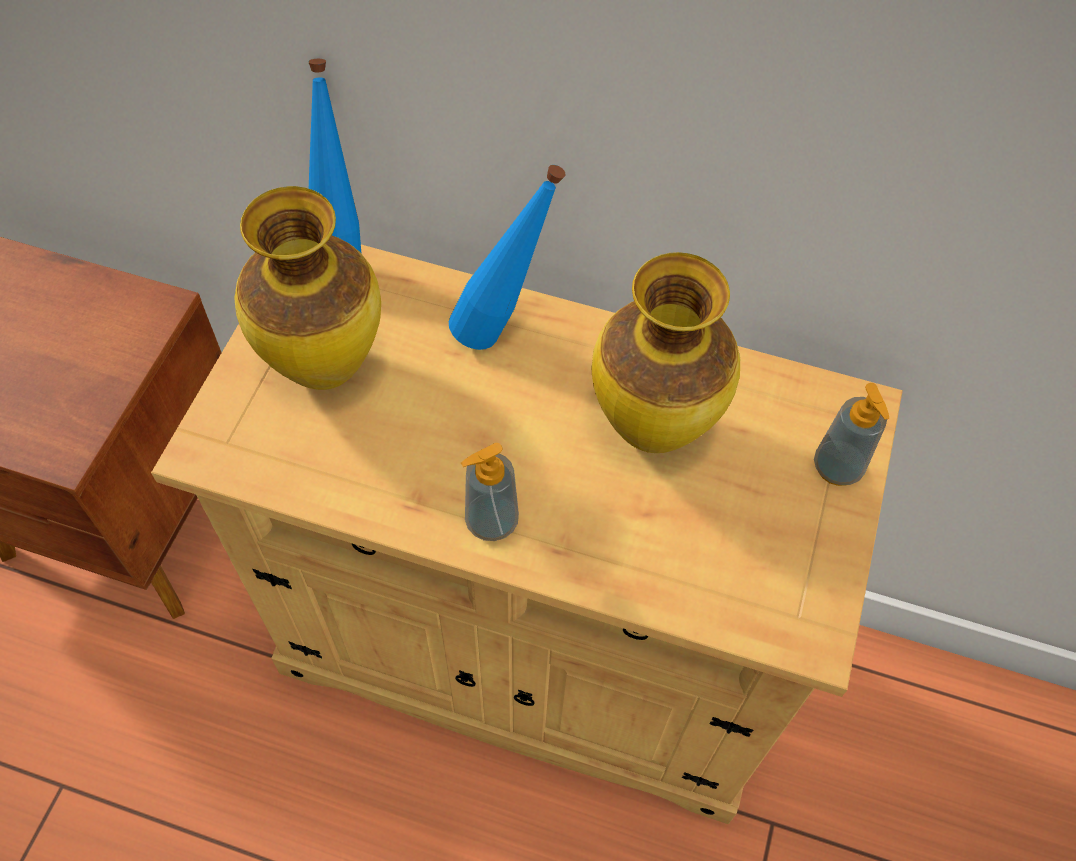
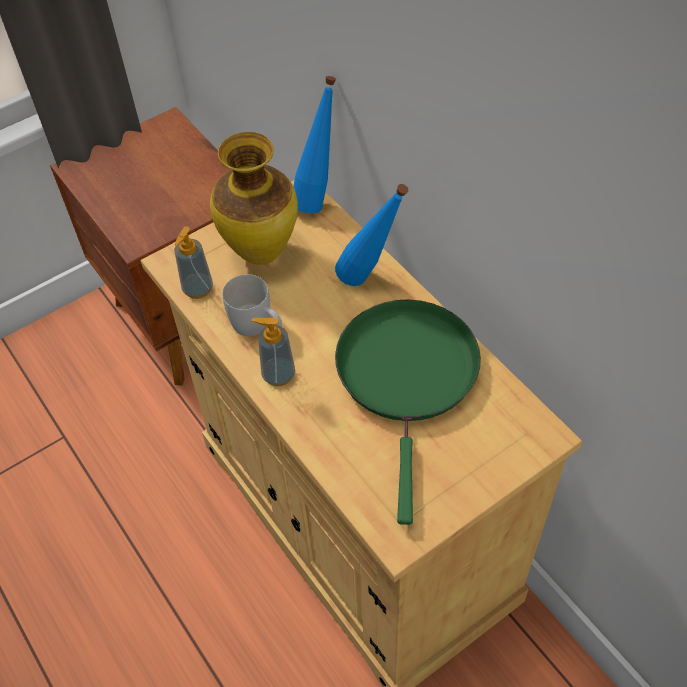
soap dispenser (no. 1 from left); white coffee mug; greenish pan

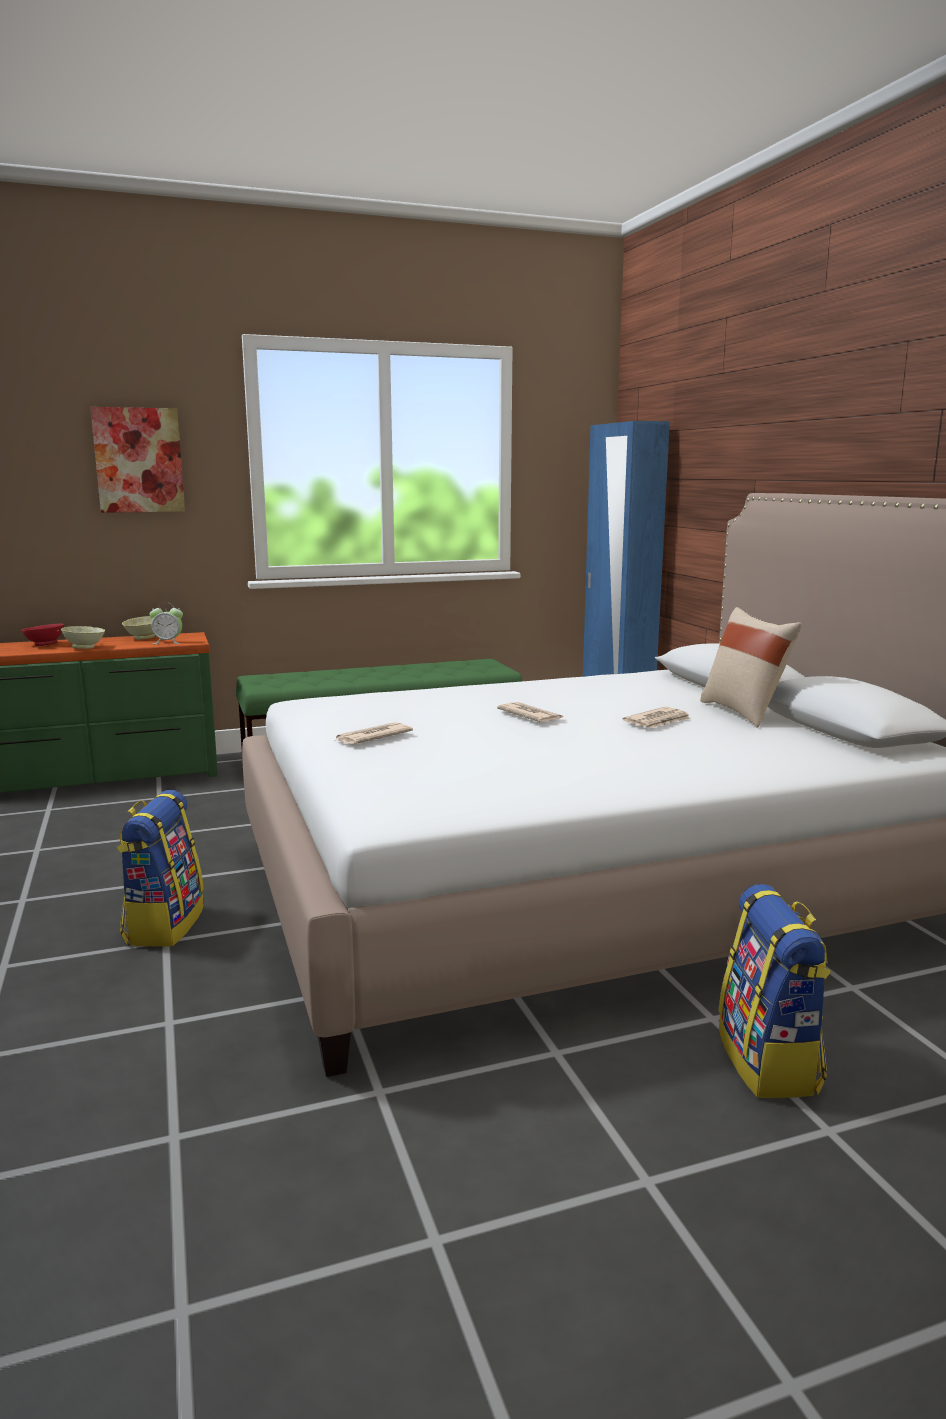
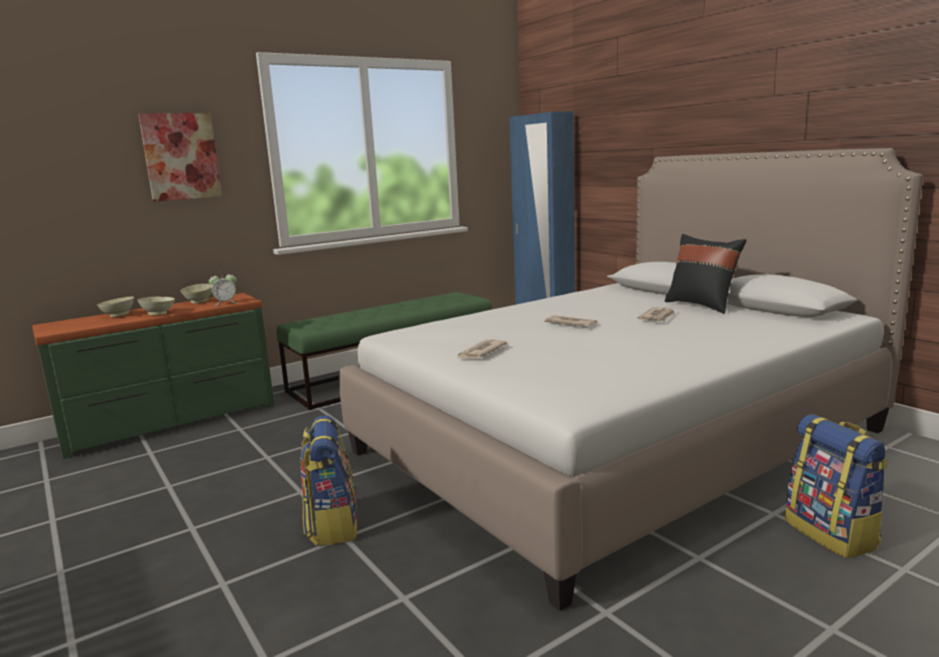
sand-coloured bowl (no. 1 from left); blackish cushion

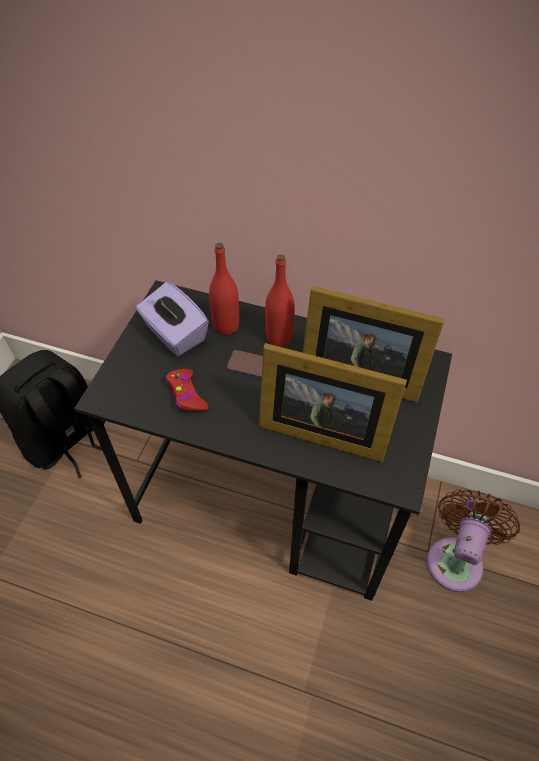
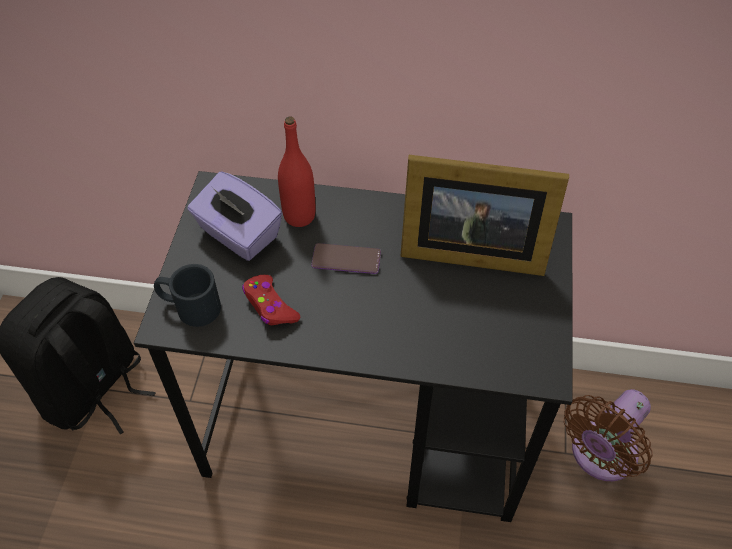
blackish coffee mug; brown-coloured electric fan; picture frame (no. 1 from left in the first image); reddish beverage bottle (no. 2 from left in the first image)

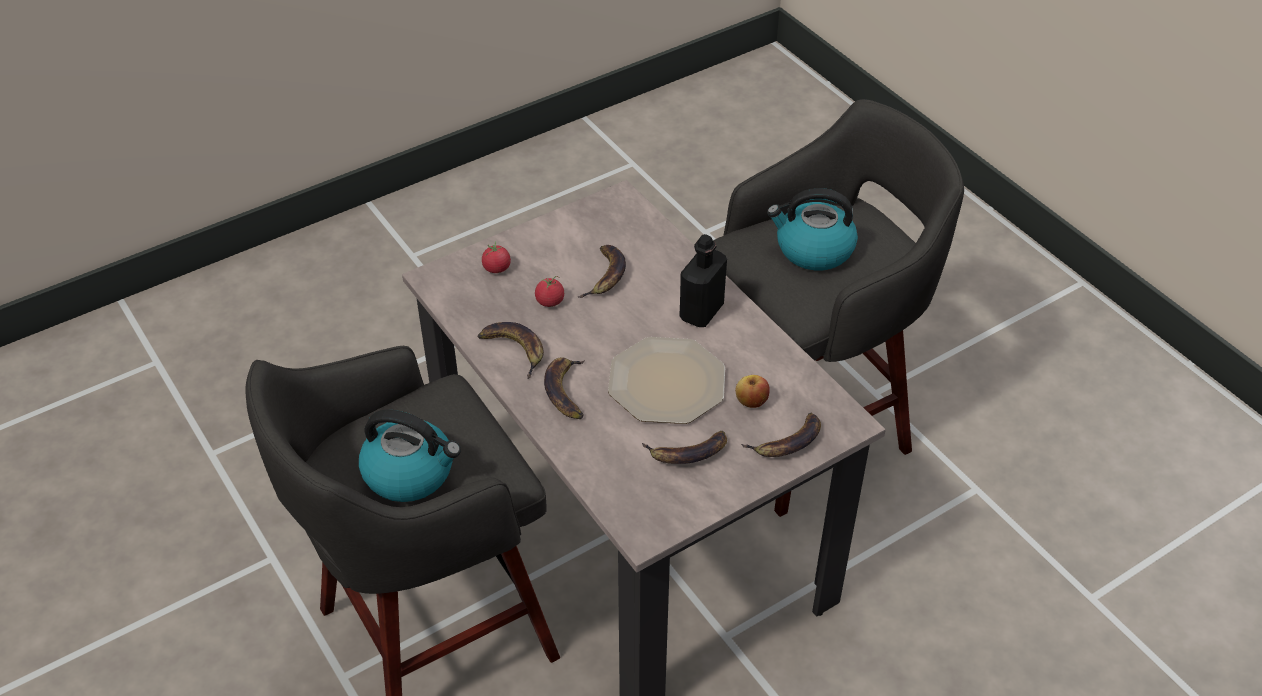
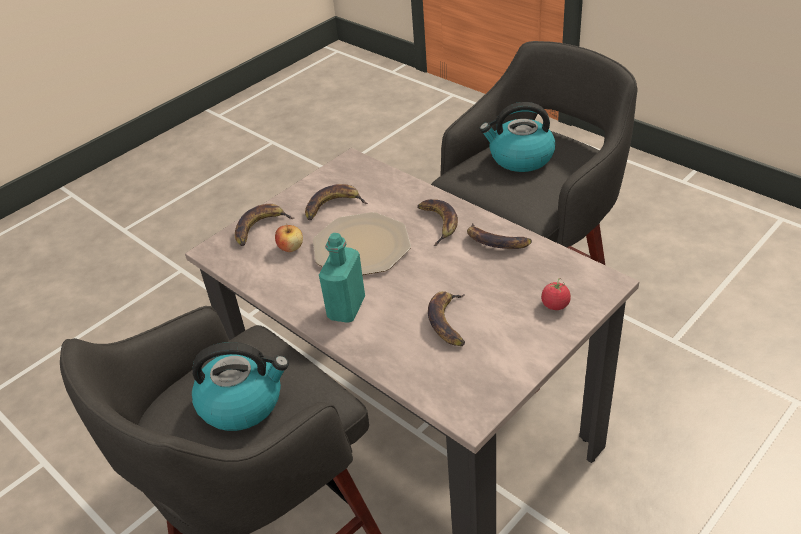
turquoise beverage bottle; whole tomato (no. 2 from left in the first image)

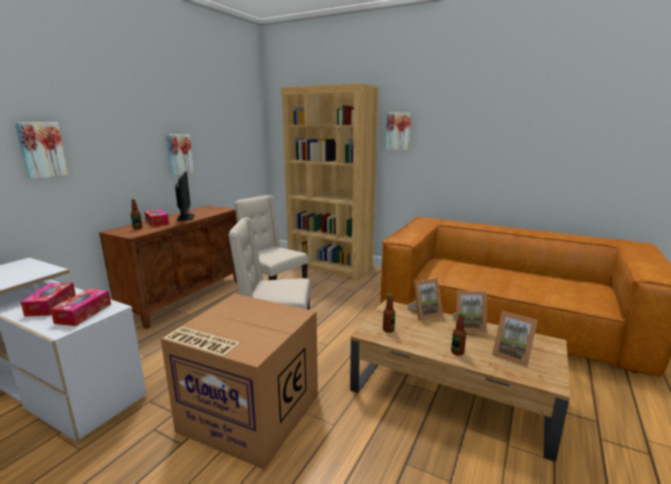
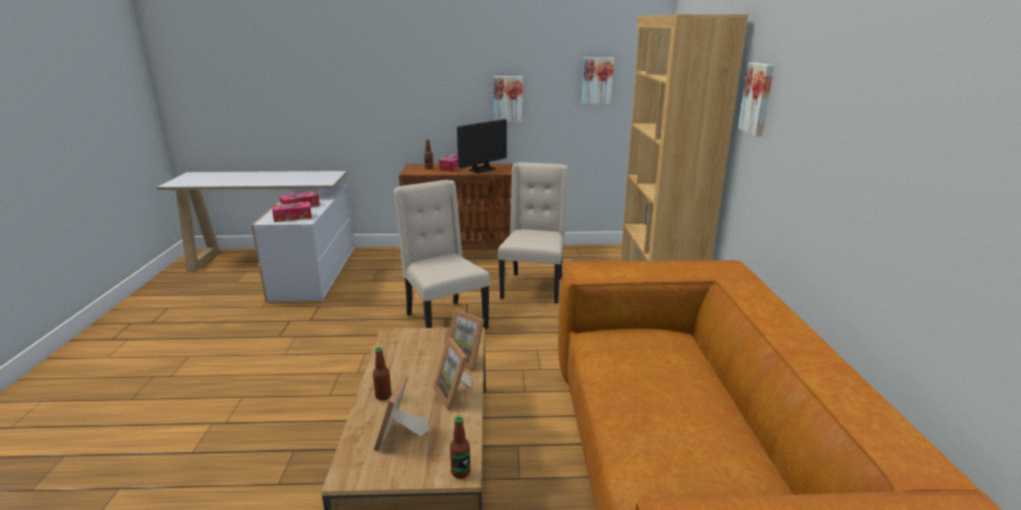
beverage bottle (no. 3 from left); picture (no. 2 from left); carton

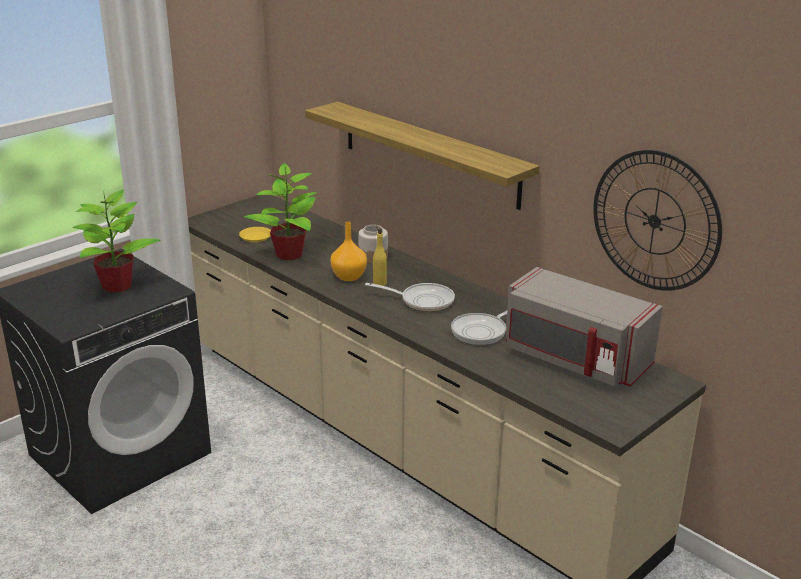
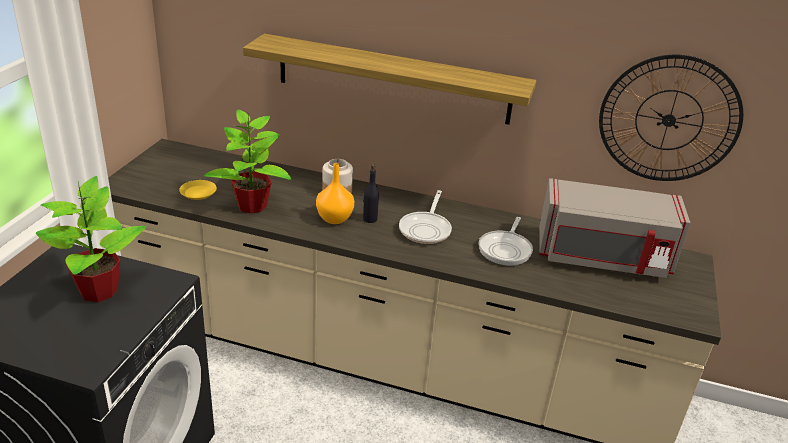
blackish beverage bottle; pan (no. 1 from left)

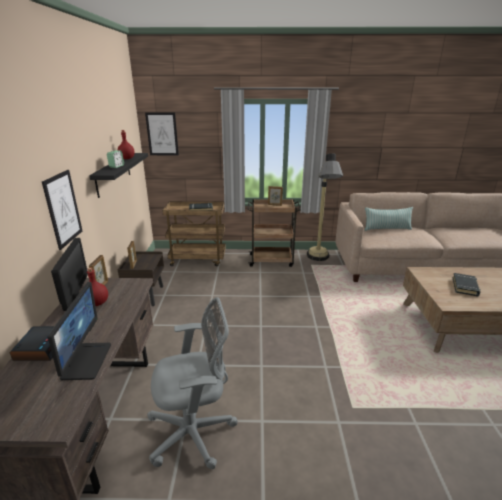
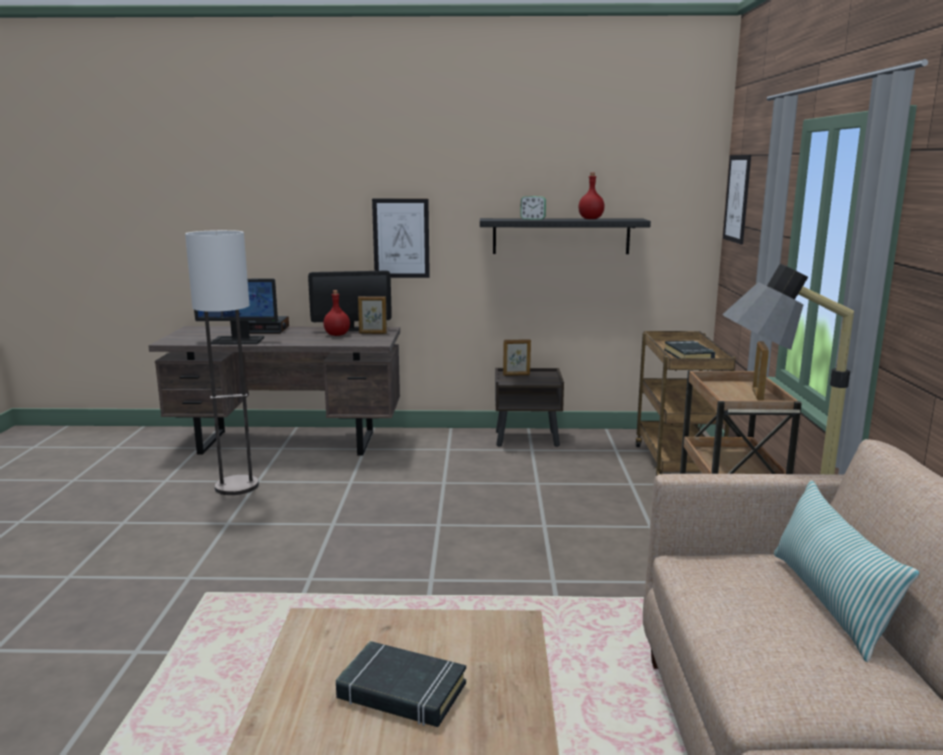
standard lamp (no. 1 from left)

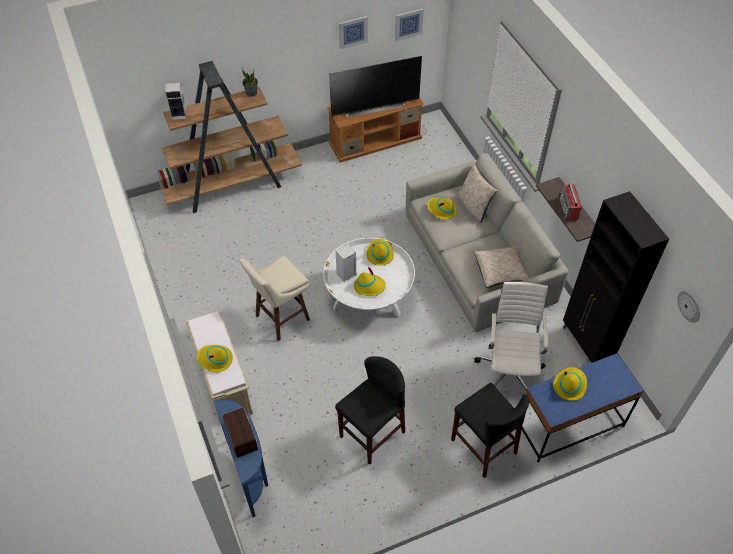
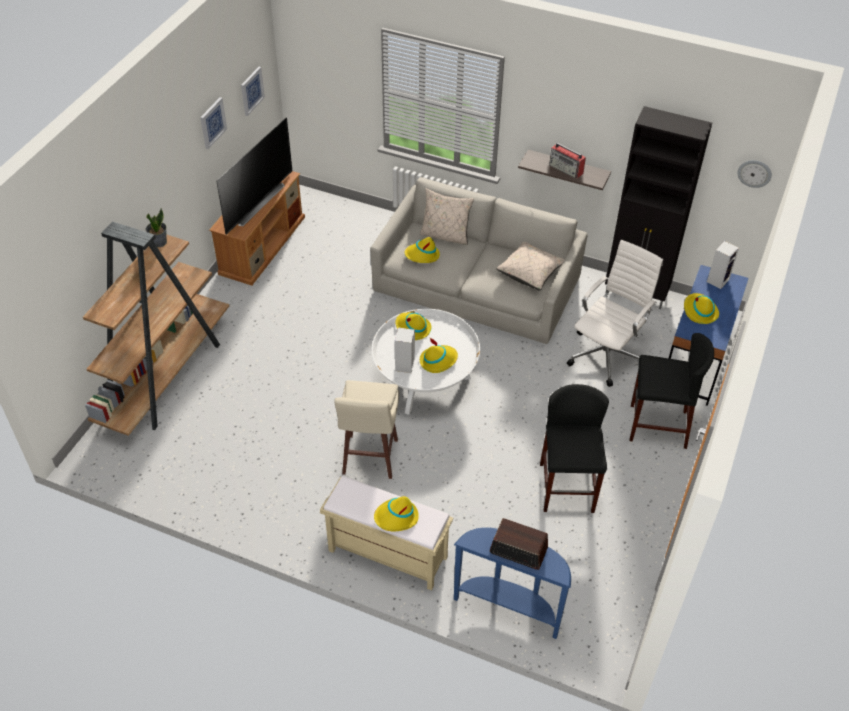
white desk chair; speaker (no. 2 from left)

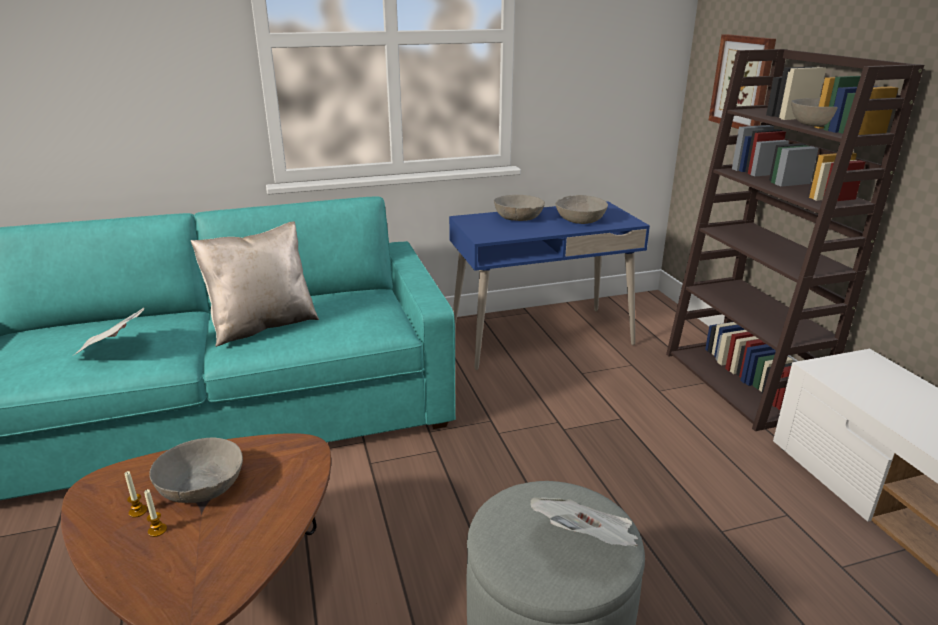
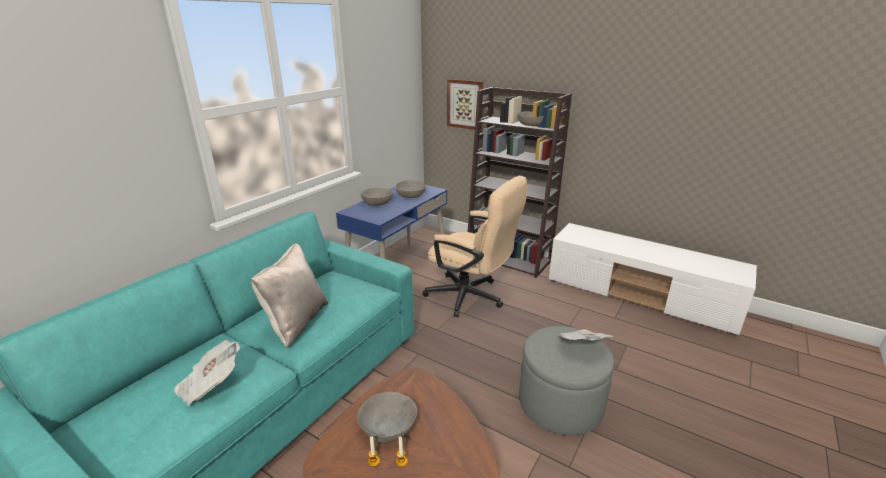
sand-coloured desk chair

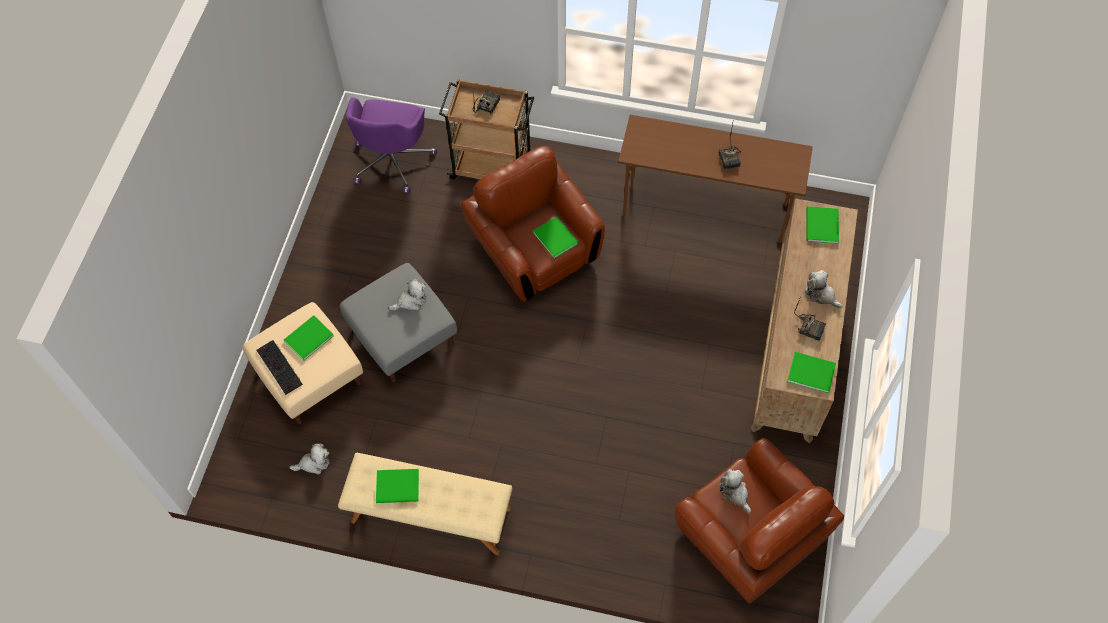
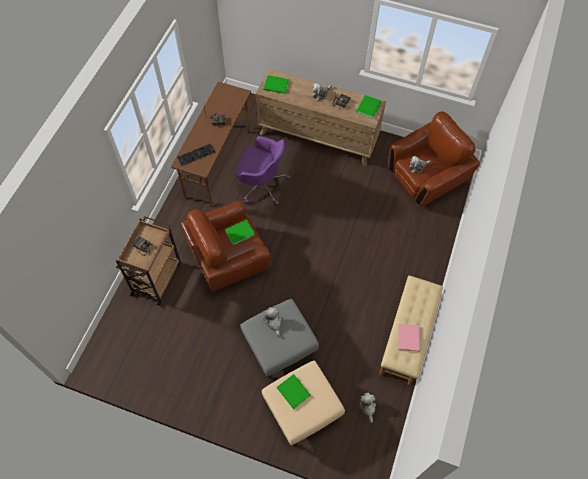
PC keyboard; purplish desk chair; pinkish bound book

